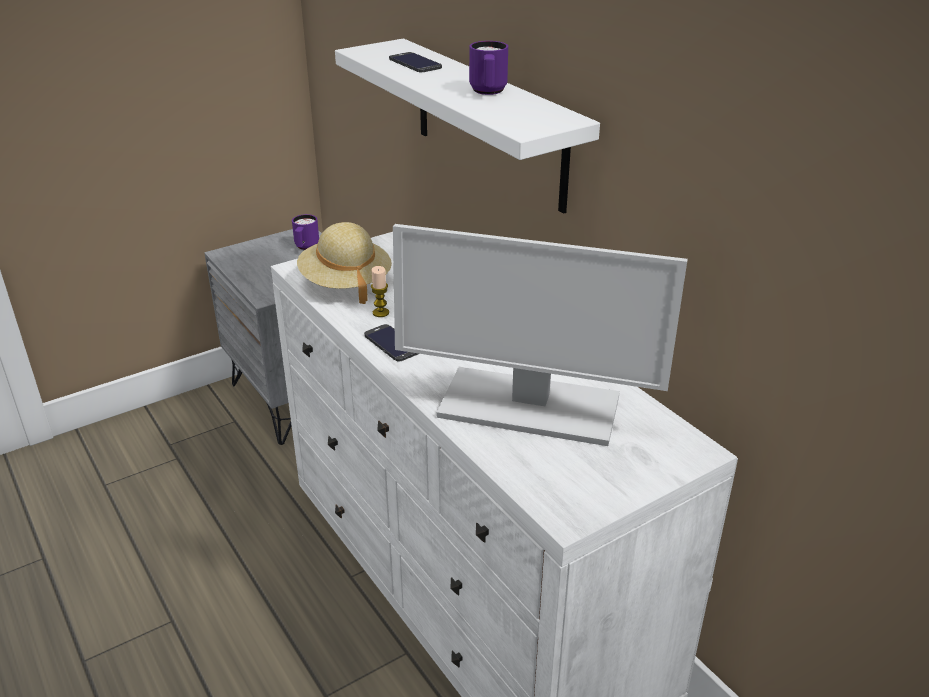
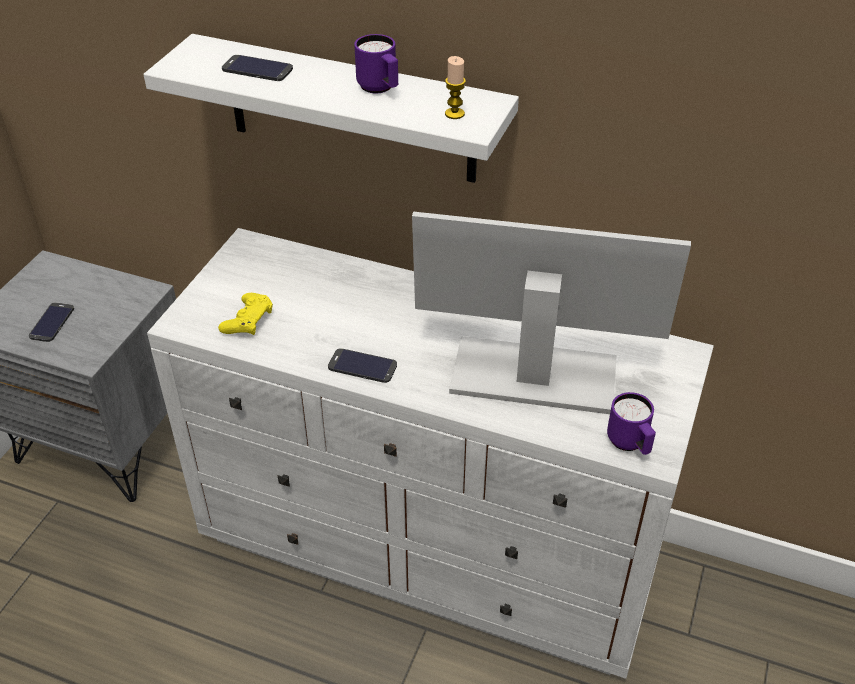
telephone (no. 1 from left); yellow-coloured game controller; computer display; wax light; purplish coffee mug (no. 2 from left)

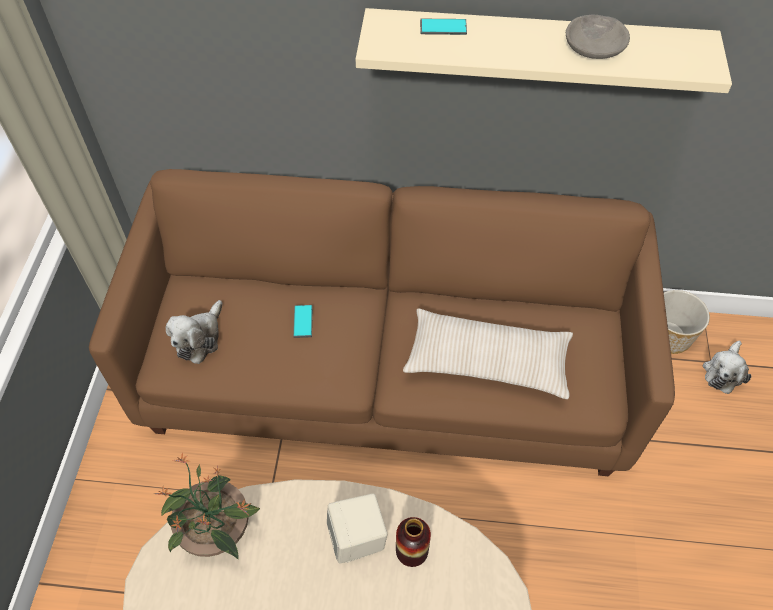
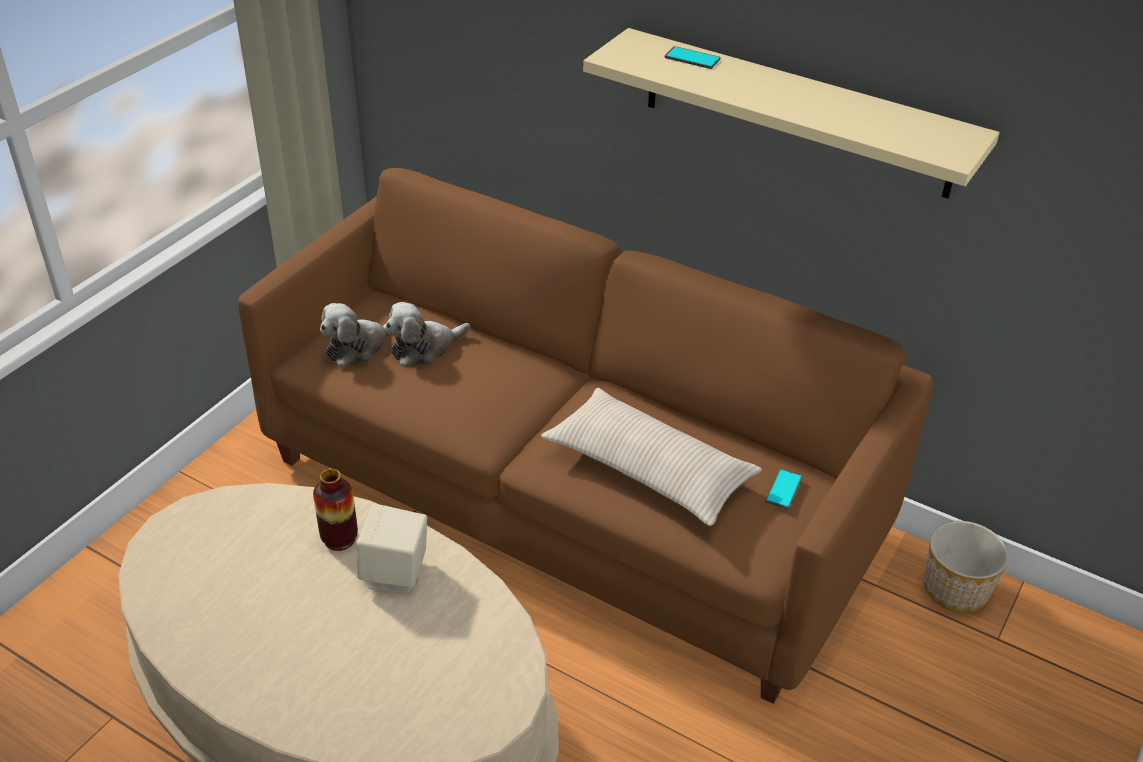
flower vase; soft toy (no. 2 from left); telephone (no. 2 from left); plant in a pot; gray bowl

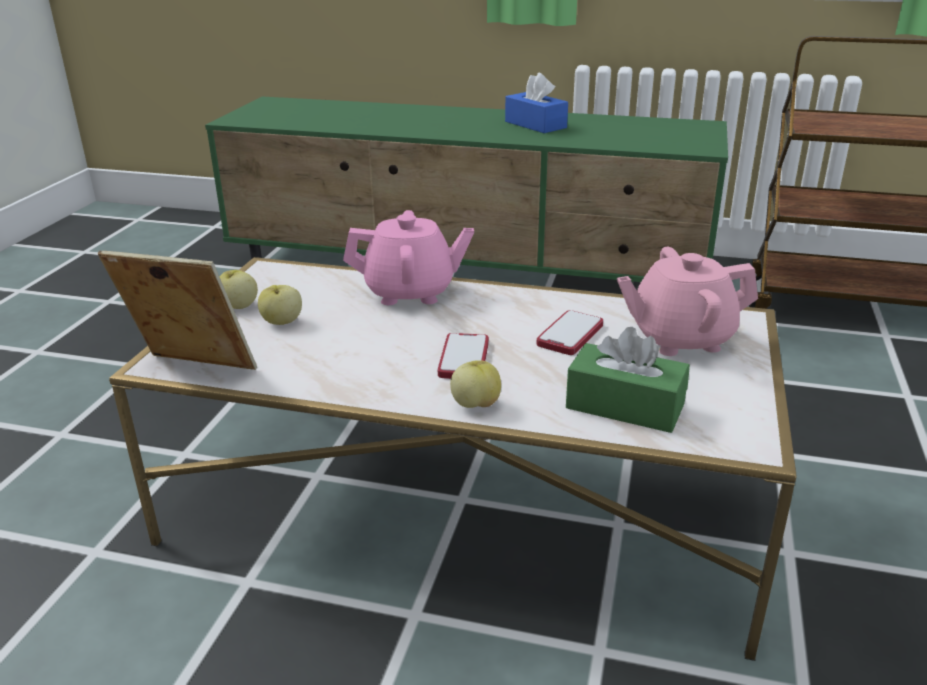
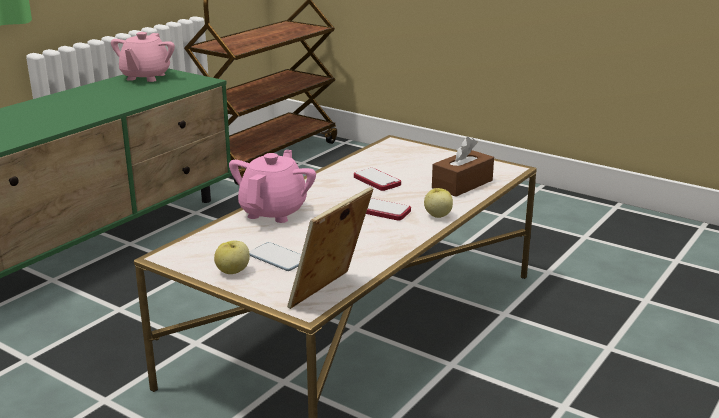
pinkish pot for tea (no. 1 from left); telephone (no. 1 from left); brown-coloured tissue holder; bluish tissue holder

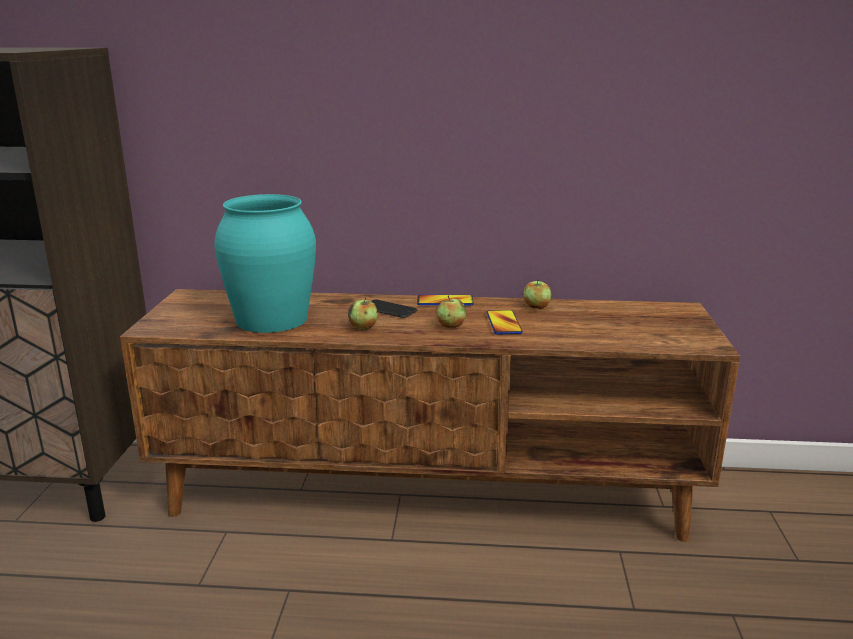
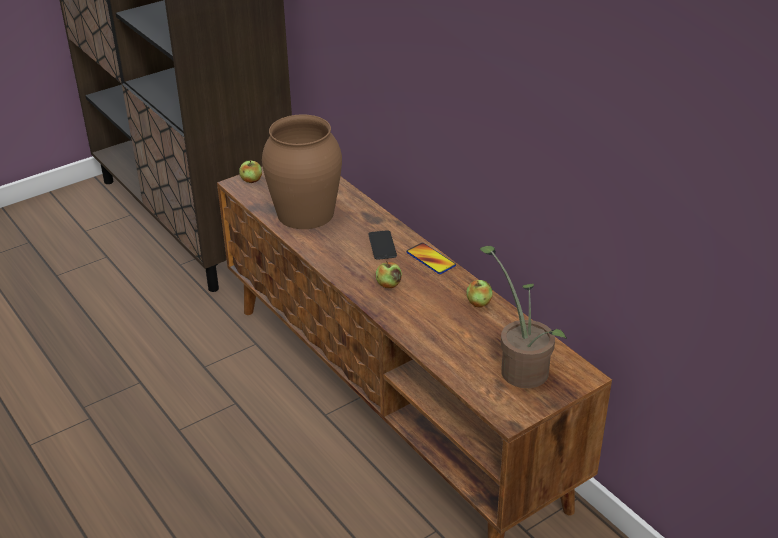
apple (no. 1 from left); brown-coloured flower vase; plant in a pot; telephone (no. 3 from left in the first image)

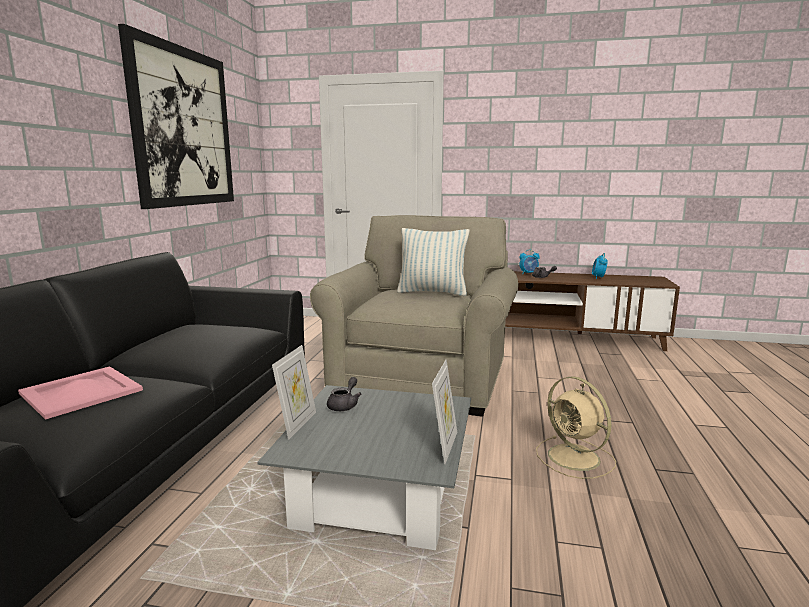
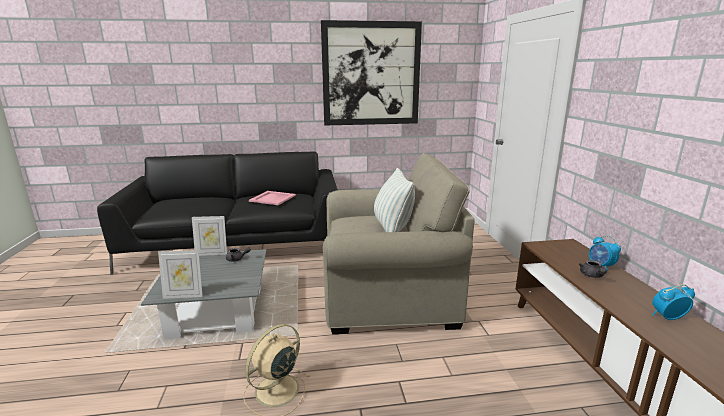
pinkish tray

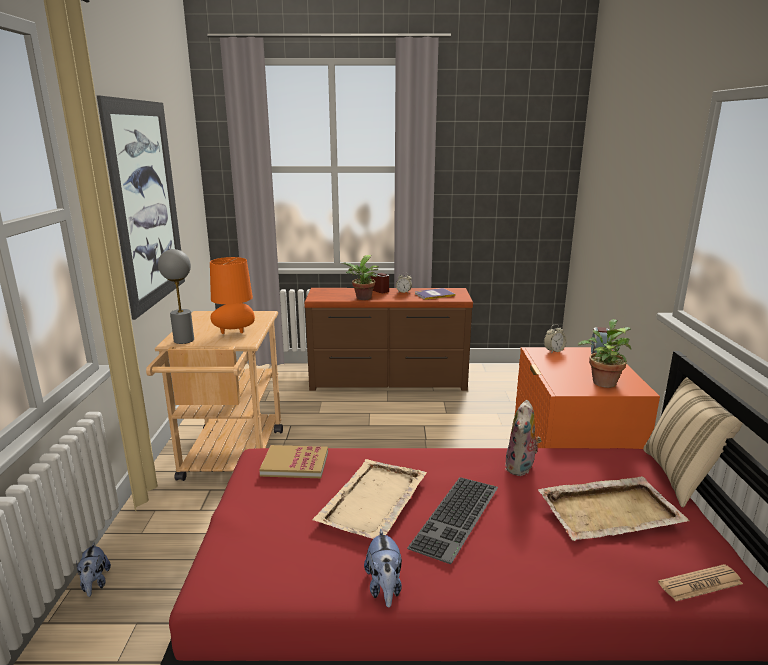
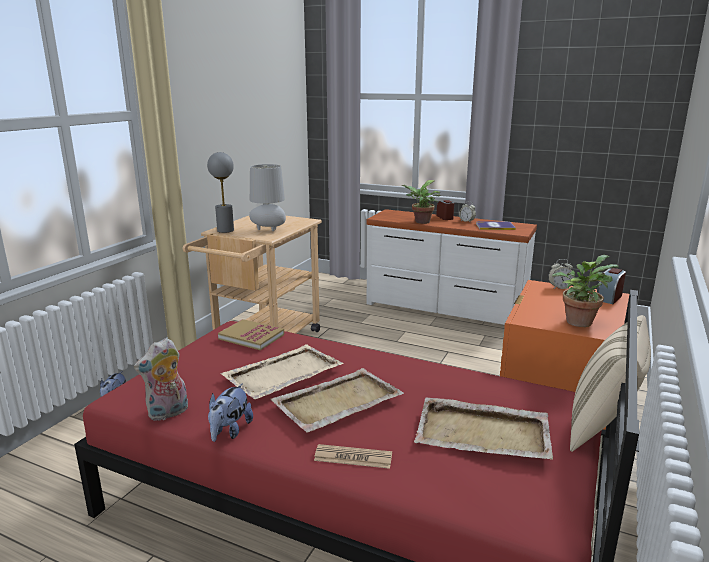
soft toy (no. 2 from left); gray table lamp (no. 2 from left); sand-coloured tray (no. 2 from left); newspaper; white chest of drawers; picture

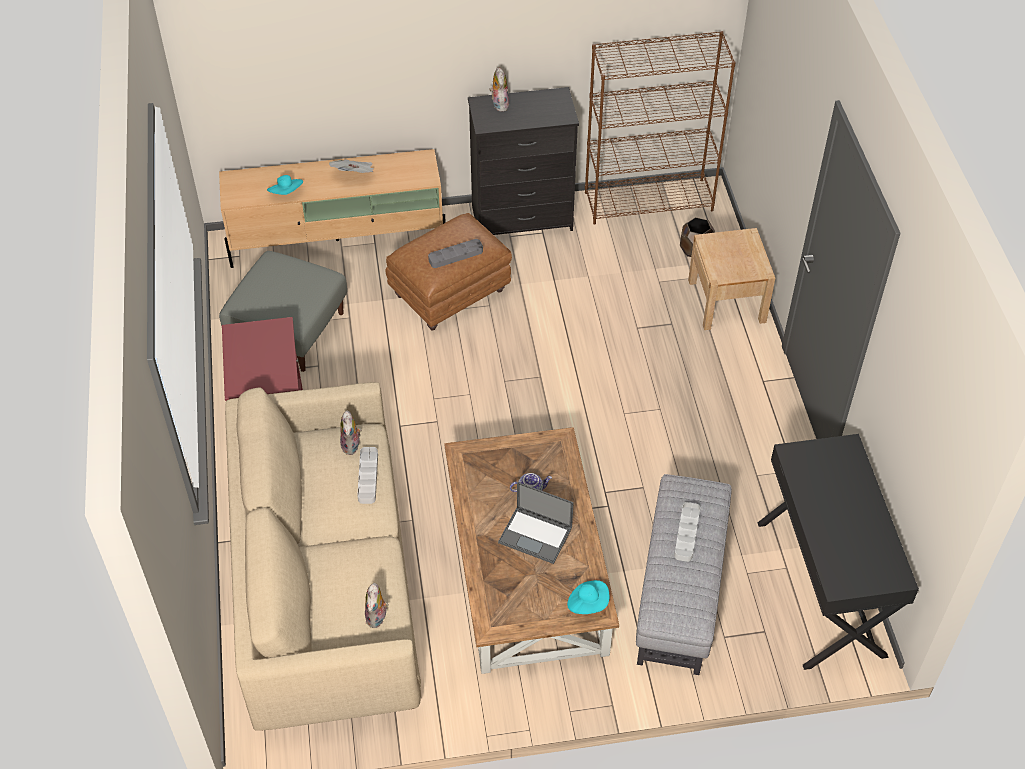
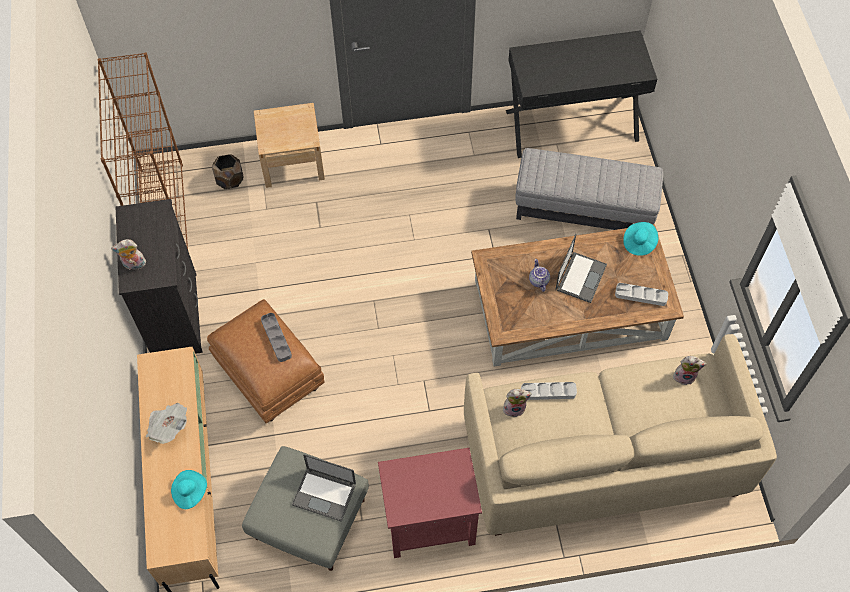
portable computer (no. 1 from left); gray tray (no. 3 from left)

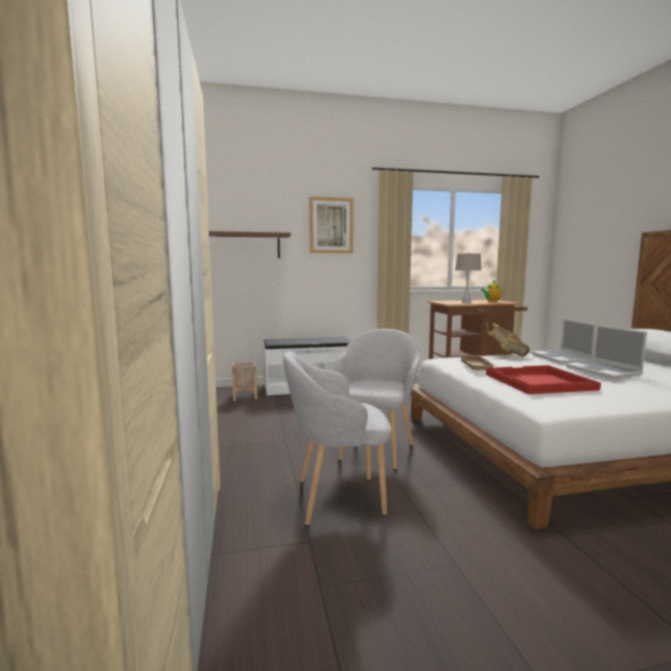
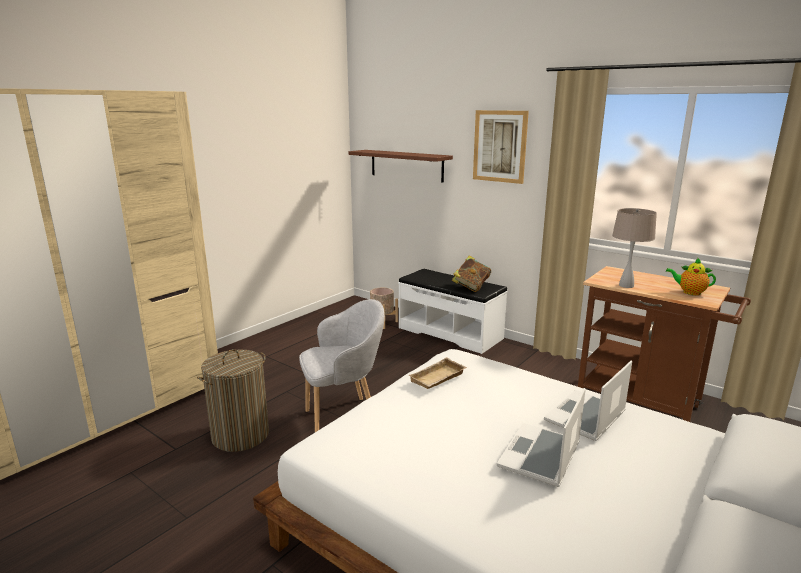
hamper; bound book; reddish tray

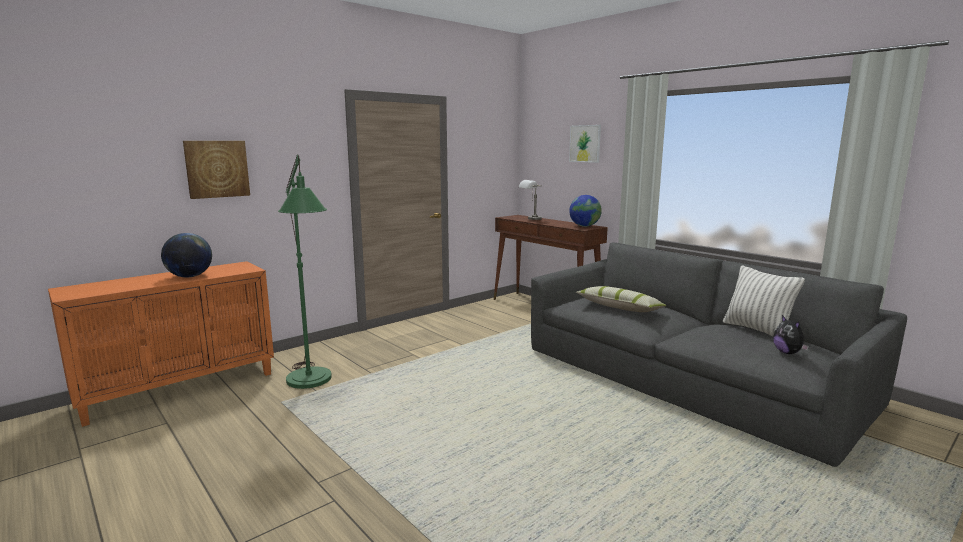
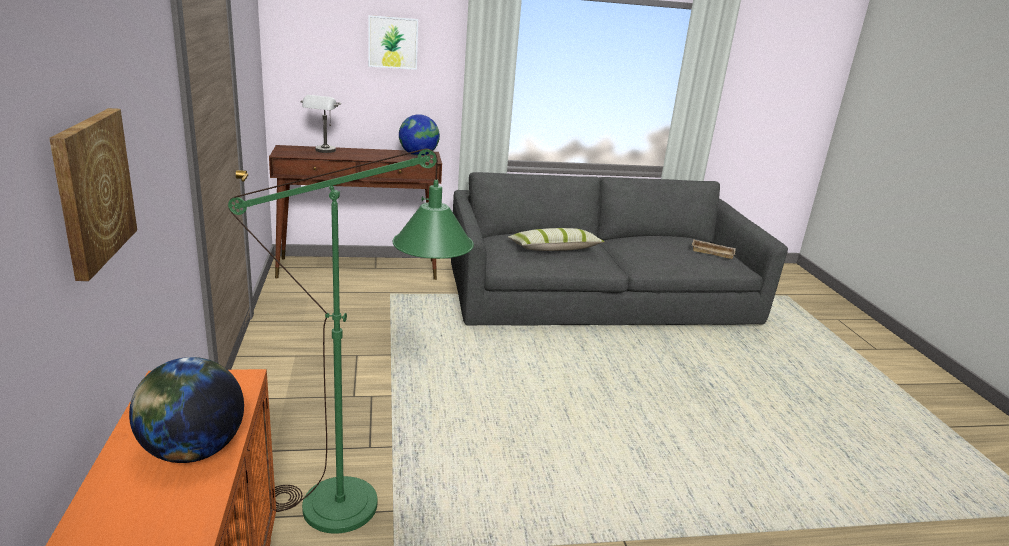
sand-coloured tray; cushion (no. 2 from left in the first image)

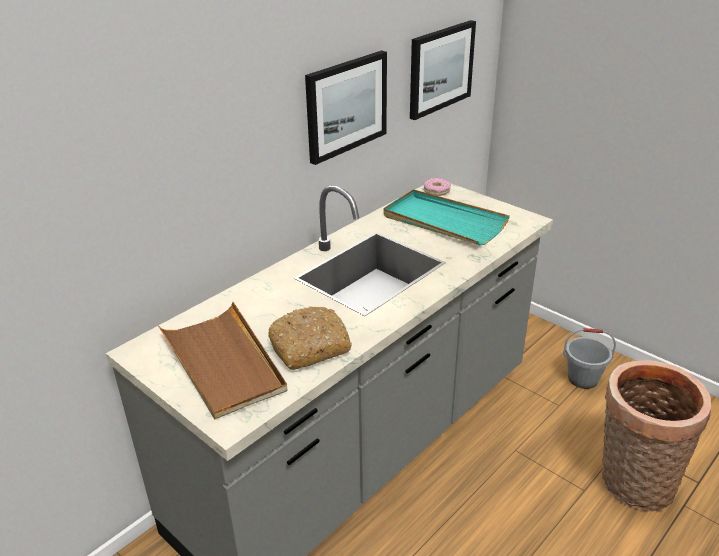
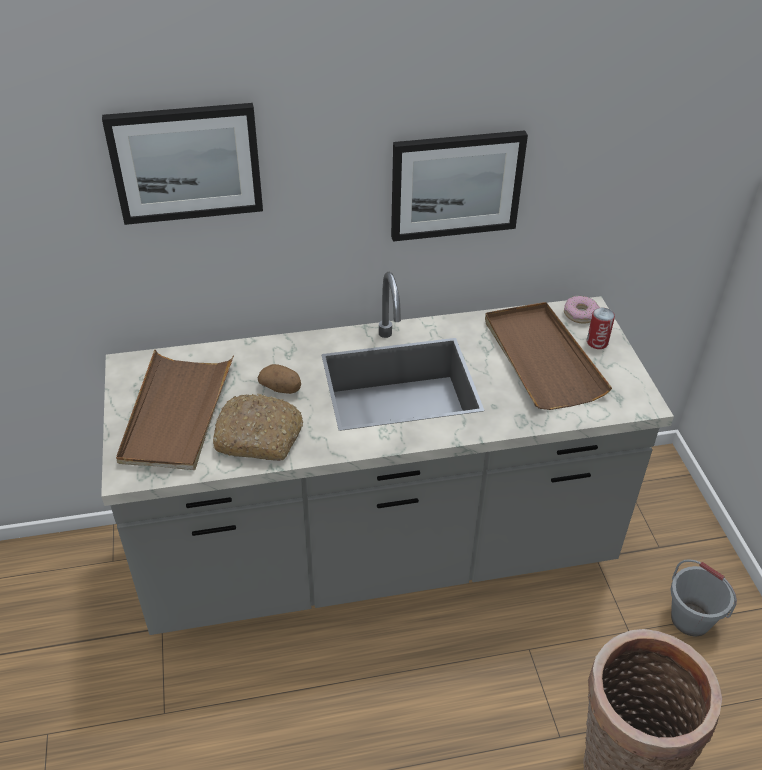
picture (no. 1 from left); potato; brown-coloured tray (no. 2 from left); sealed can

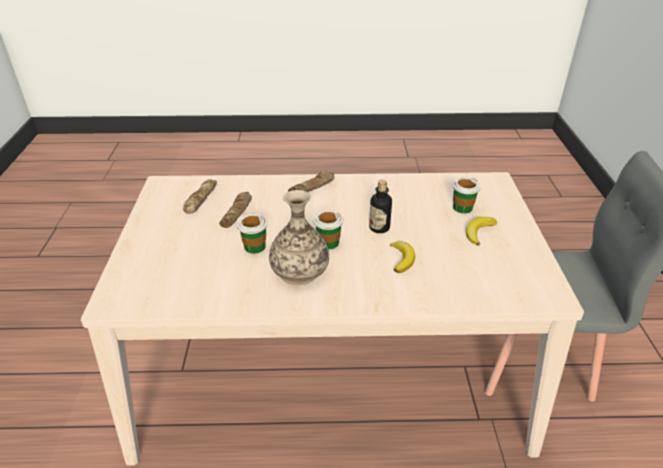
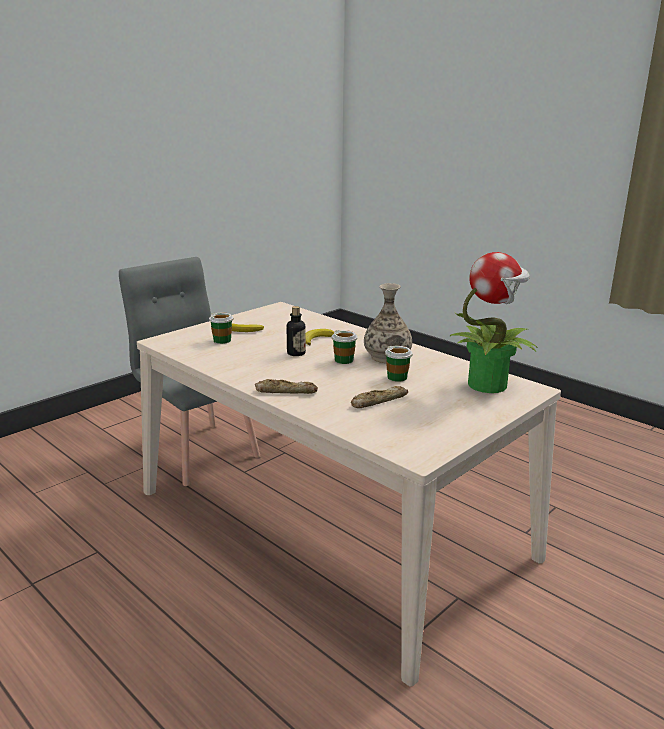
plant in a pot; bread (no. 1 from left in the first image)

